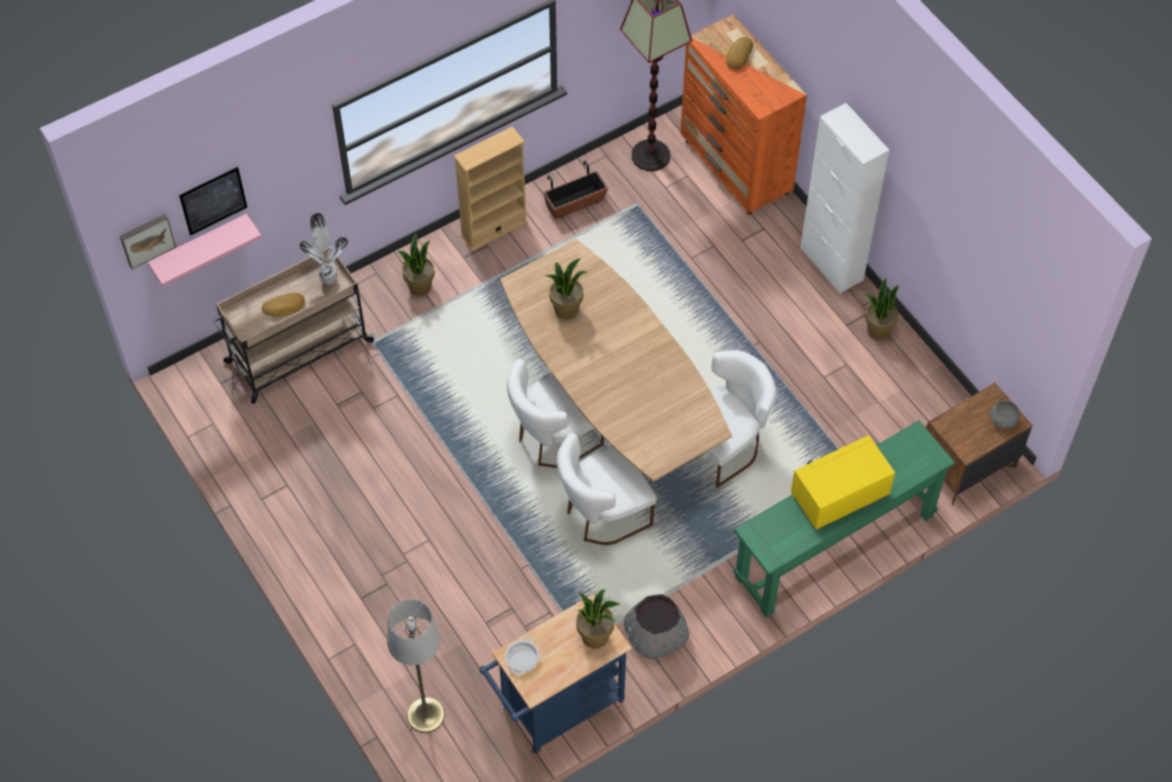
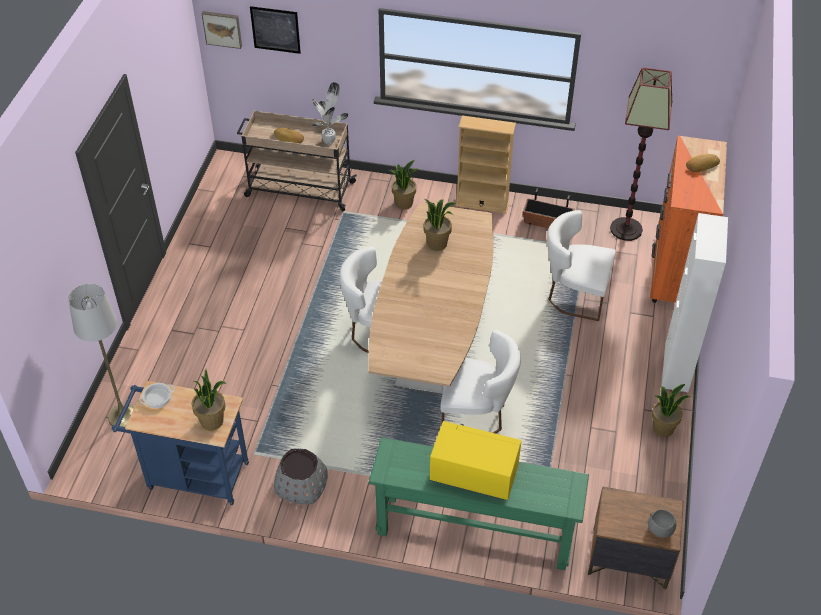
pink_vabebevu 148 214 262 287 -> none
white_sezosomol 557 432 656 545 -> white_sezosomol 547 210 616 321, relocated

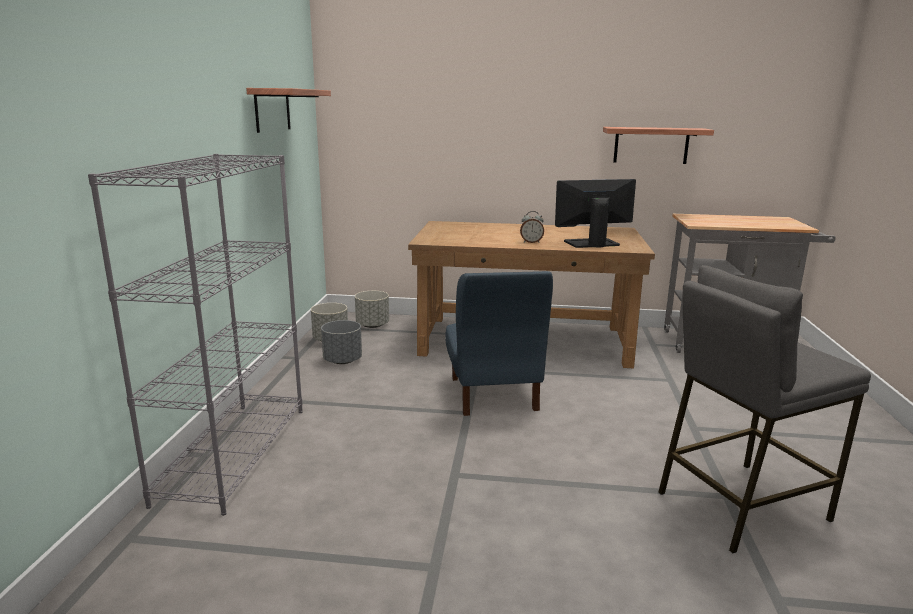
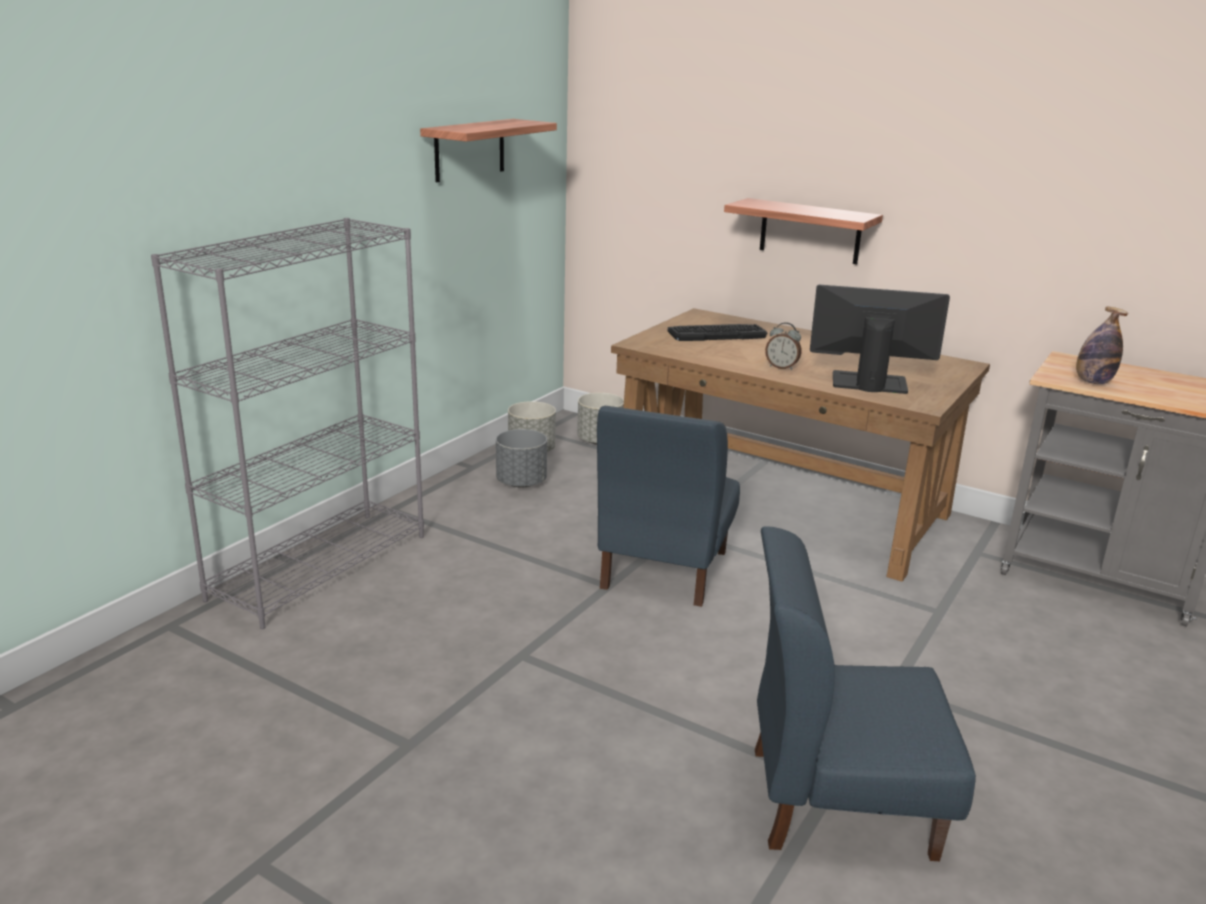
vabebevu 603 127 714 164 -> vabebevu 724 198 883 264, relocated
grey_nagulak 658 265 871 553 -> blue_sezosomol 755 526 976 861
none -> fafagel 1076 307 1128 384
none -> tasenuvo 667 324 768 341

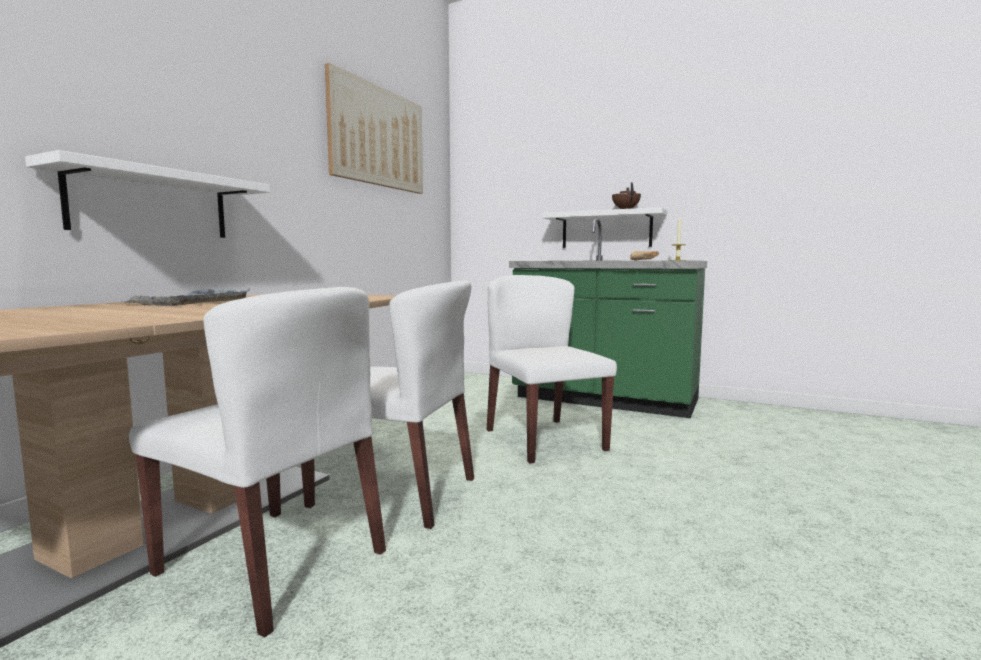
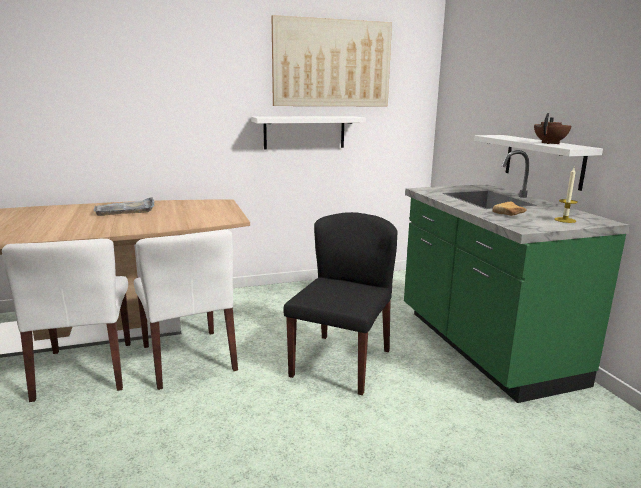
white_vabebevu 25 150 270 238 -> white_vabebevu 251 116 366 149, relocated
white_sezosomol 486 275 617 464 -> black_sezosomol 283 212 397 395

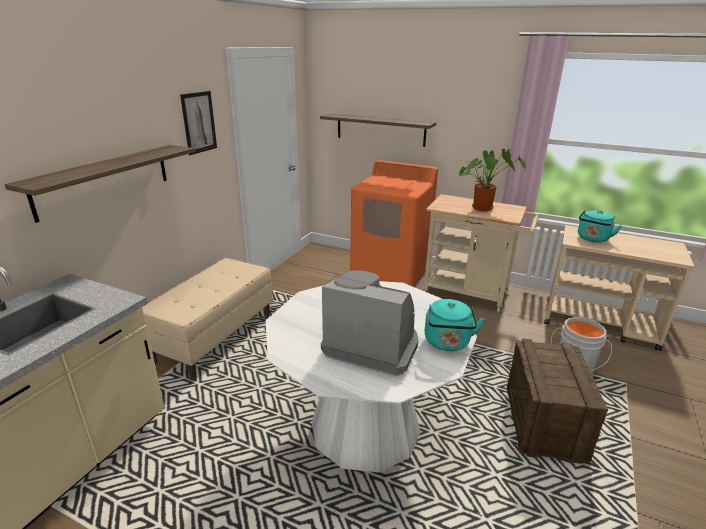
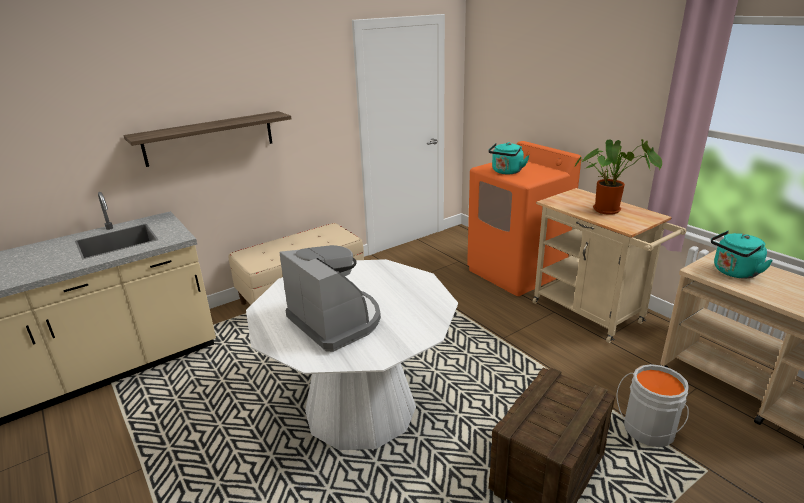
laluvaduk 180 91 217 155 -> none
vabebevu 320 113 436 147 -> none
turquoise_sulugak 424 299 484 351 -> turquoise_sulugak 488 142 529 174, relocated

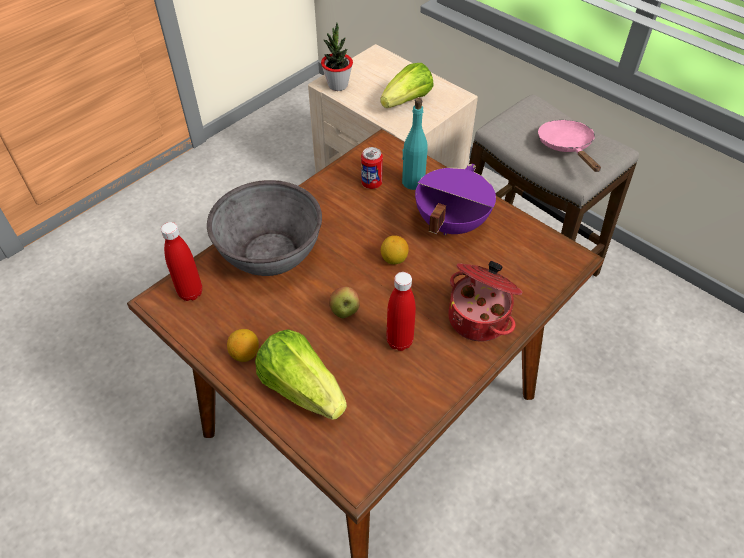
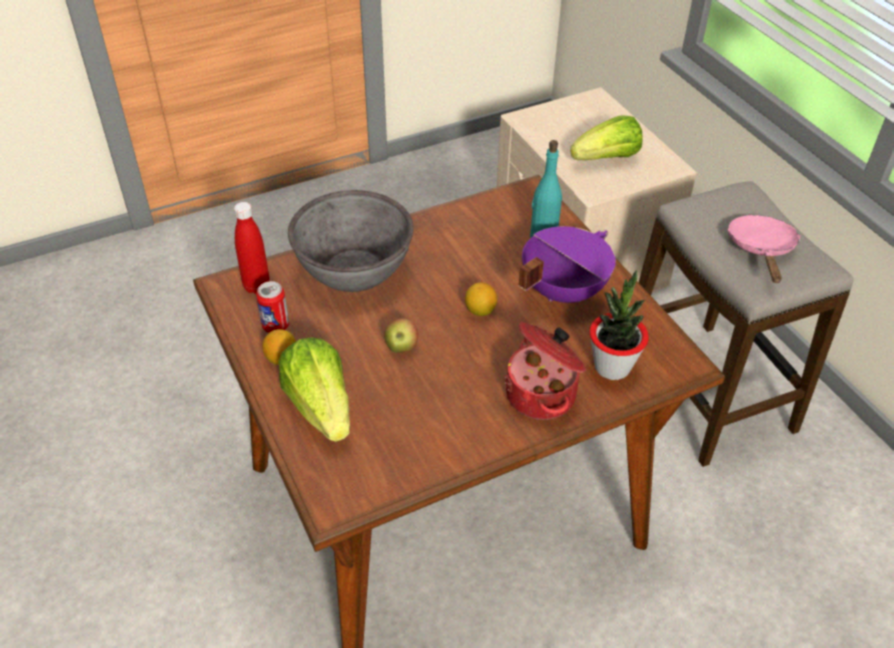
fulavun 321 23 353 91 -> fulavun 589 270 649 380, relocated
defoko 361 147 383 189 -> defoko 256 281 289 333, relocated
red_fafagel 386 272 416 351 -> none

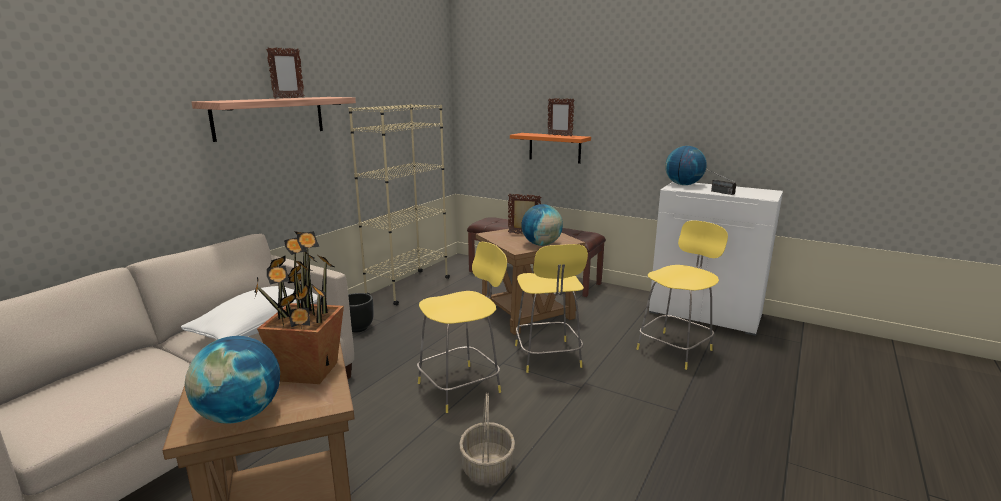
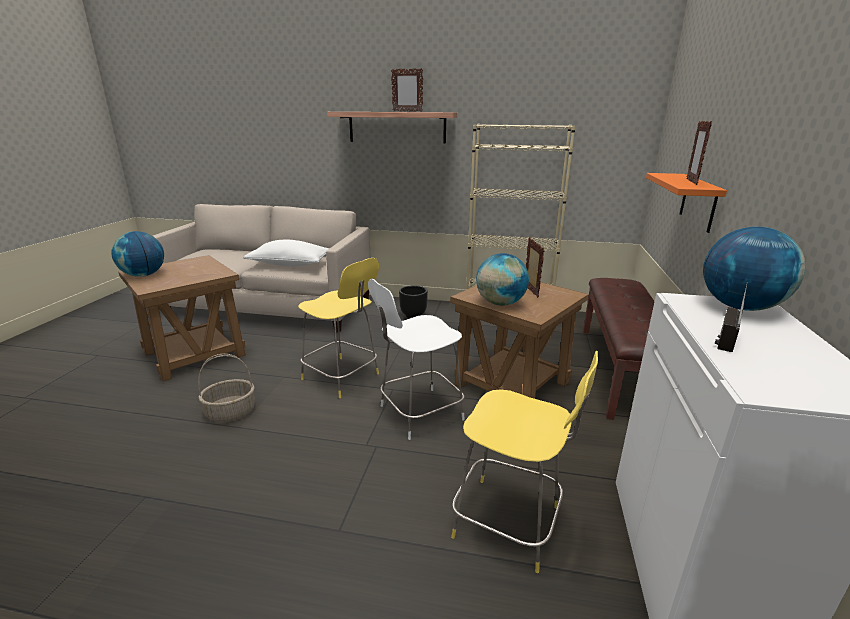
fulavun 255 231 344 384 -> none
yellow_nagulak 515 244 588 373 -> white_nagulak 368 279 465 440

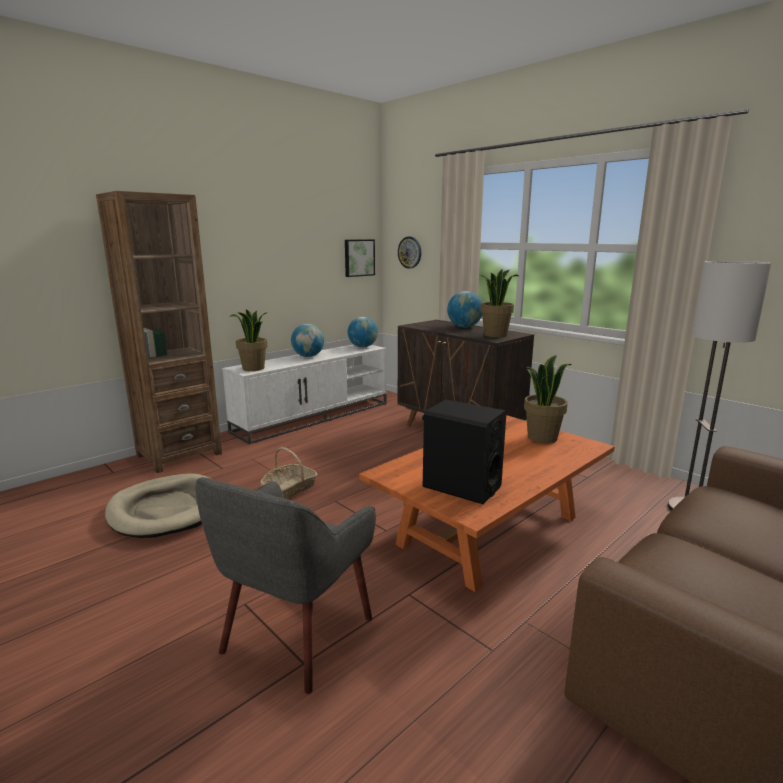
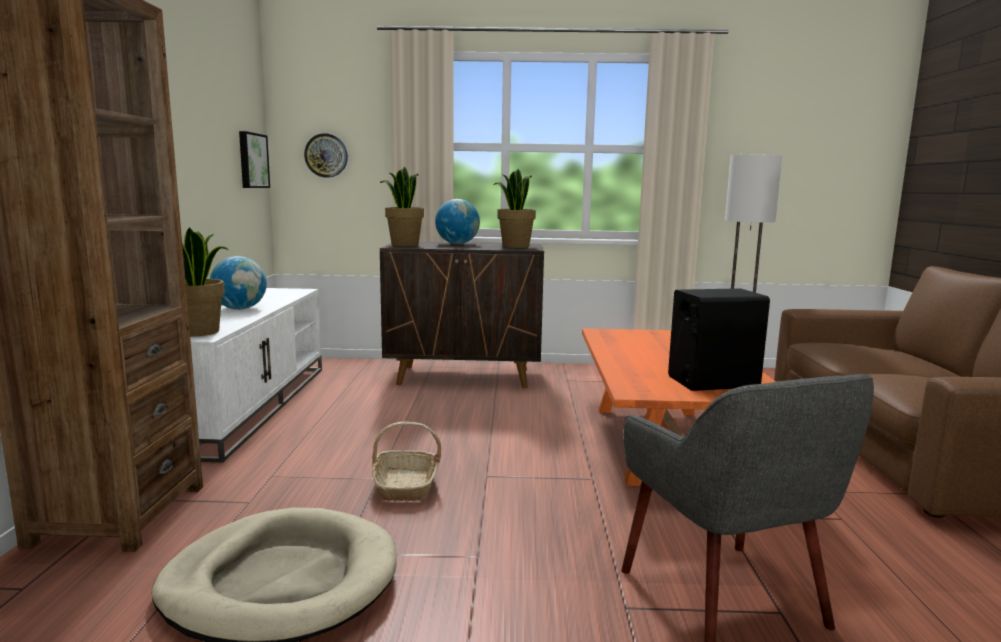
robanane 348 317 378 347 -> none
fulavun 524 355 572 443 -> fulavun 380 166 424 247, relocated

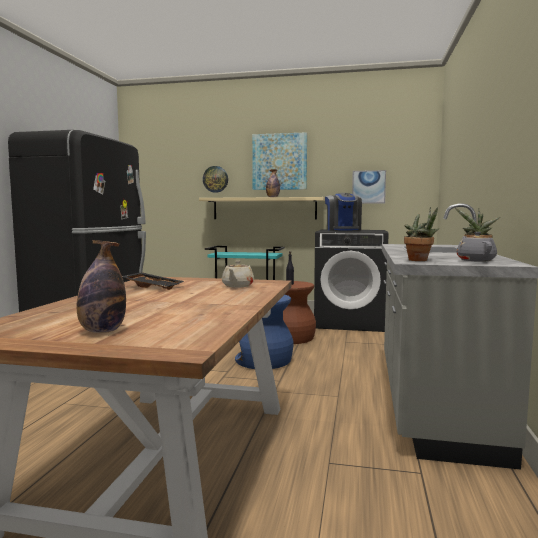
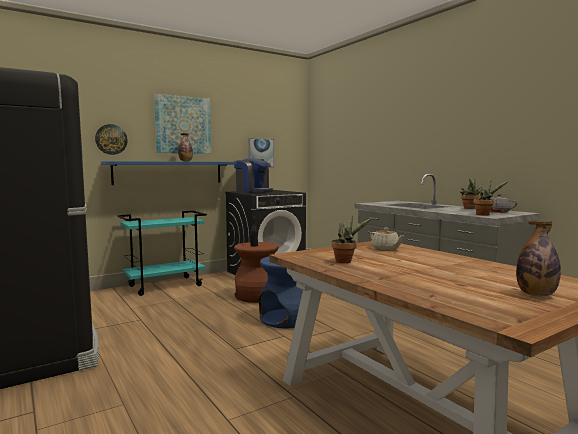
beige_vabebevu 199 197 325 220 -> blue_vabebevu 101 161 237 185
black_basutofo 122 272 184 290 -> fulavun 331 216 372 263

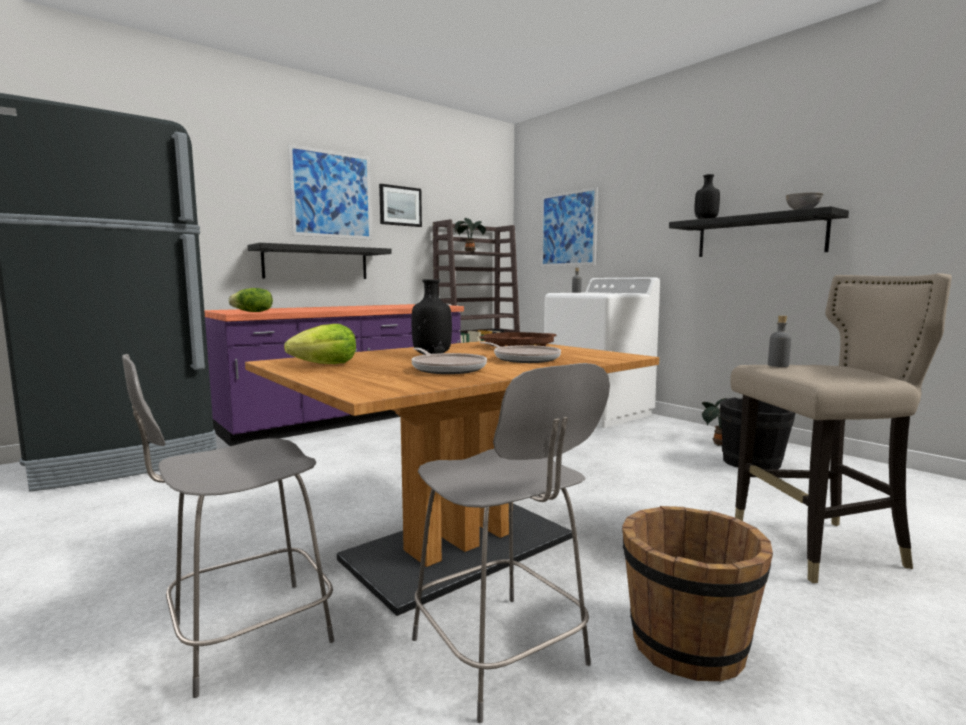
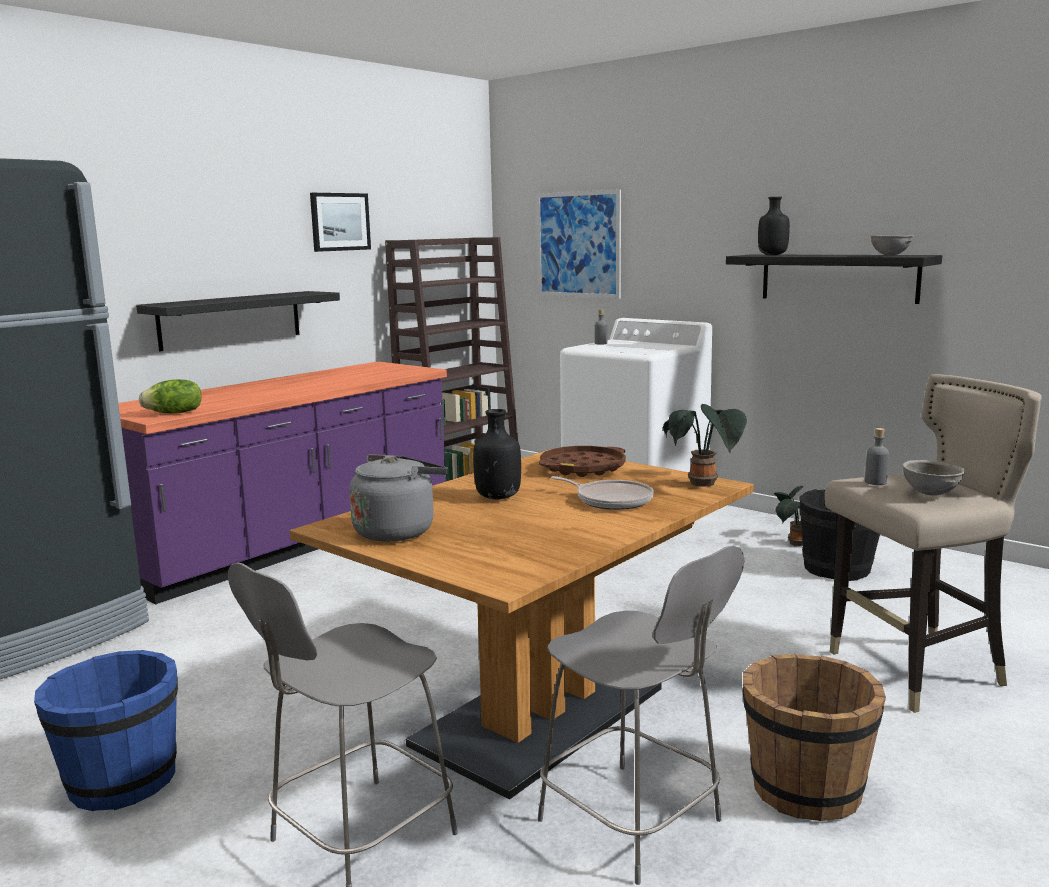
laluvaduk 288 144 372 240 -> none
fulavun 455 218 486 252 -> fulavun 663 404 747 487, relocated
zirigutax 284 324 356 364 -> grey_sulugak 349 455 448 542
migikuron 411 348 487 374 -> none
none -> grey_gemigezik 902 460 965 495
none -> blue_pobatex 34 650 178 811

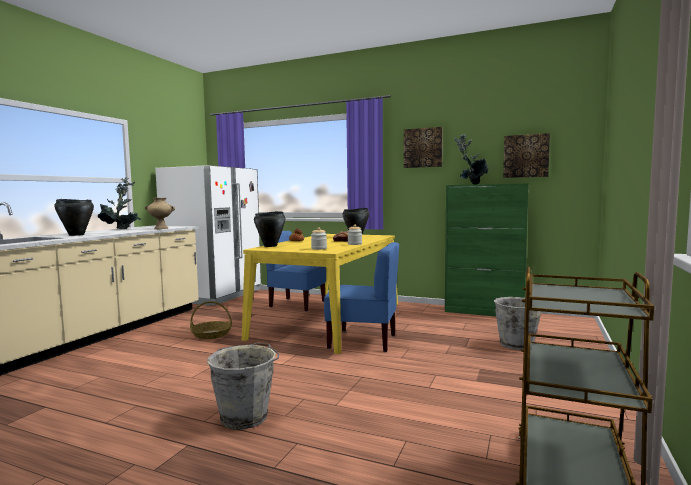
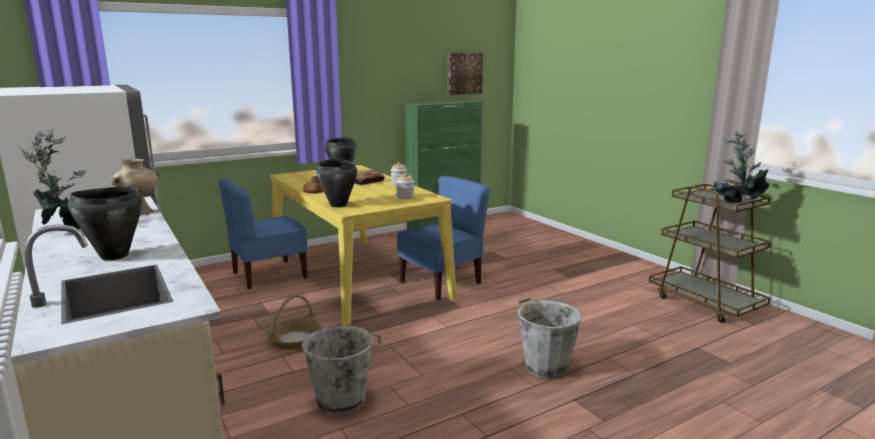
laluvaduk 404 127 443 168 -> none
fulavun 454 134 489 185 -> fulavun 710 130 769 203, relocated
grey_pobatex 494 297 541 350 -> grey_pobatex 302 324 381 415, relocated

